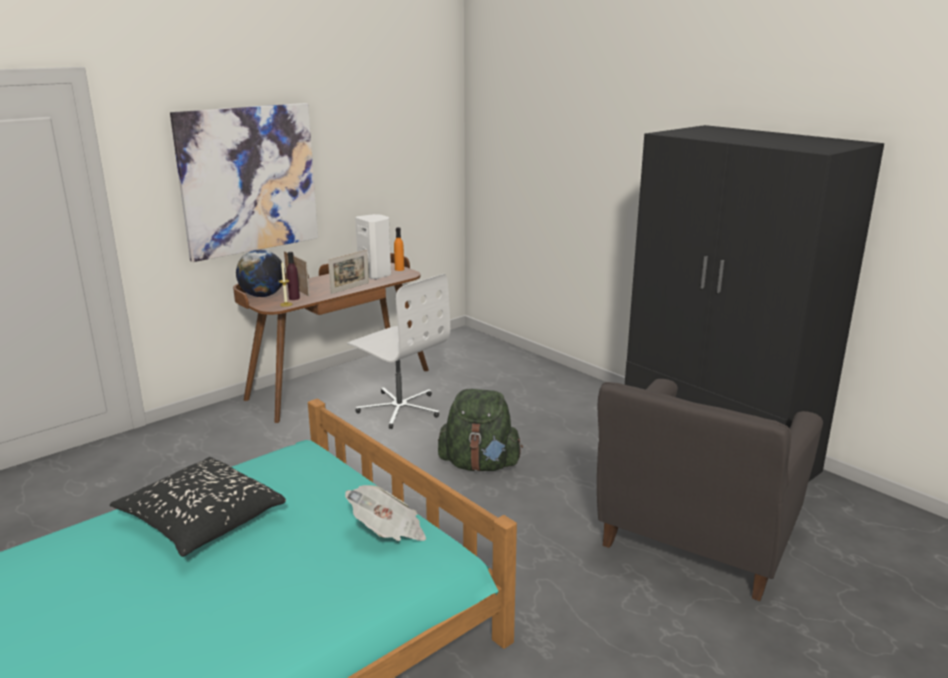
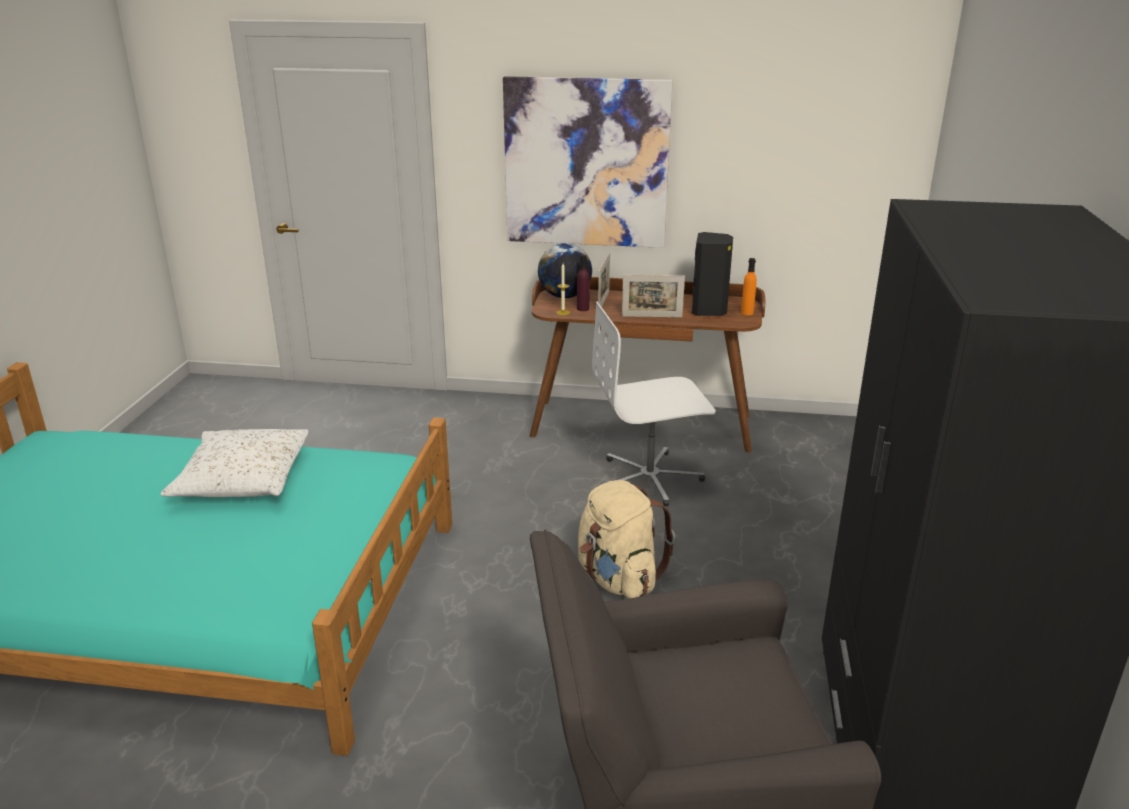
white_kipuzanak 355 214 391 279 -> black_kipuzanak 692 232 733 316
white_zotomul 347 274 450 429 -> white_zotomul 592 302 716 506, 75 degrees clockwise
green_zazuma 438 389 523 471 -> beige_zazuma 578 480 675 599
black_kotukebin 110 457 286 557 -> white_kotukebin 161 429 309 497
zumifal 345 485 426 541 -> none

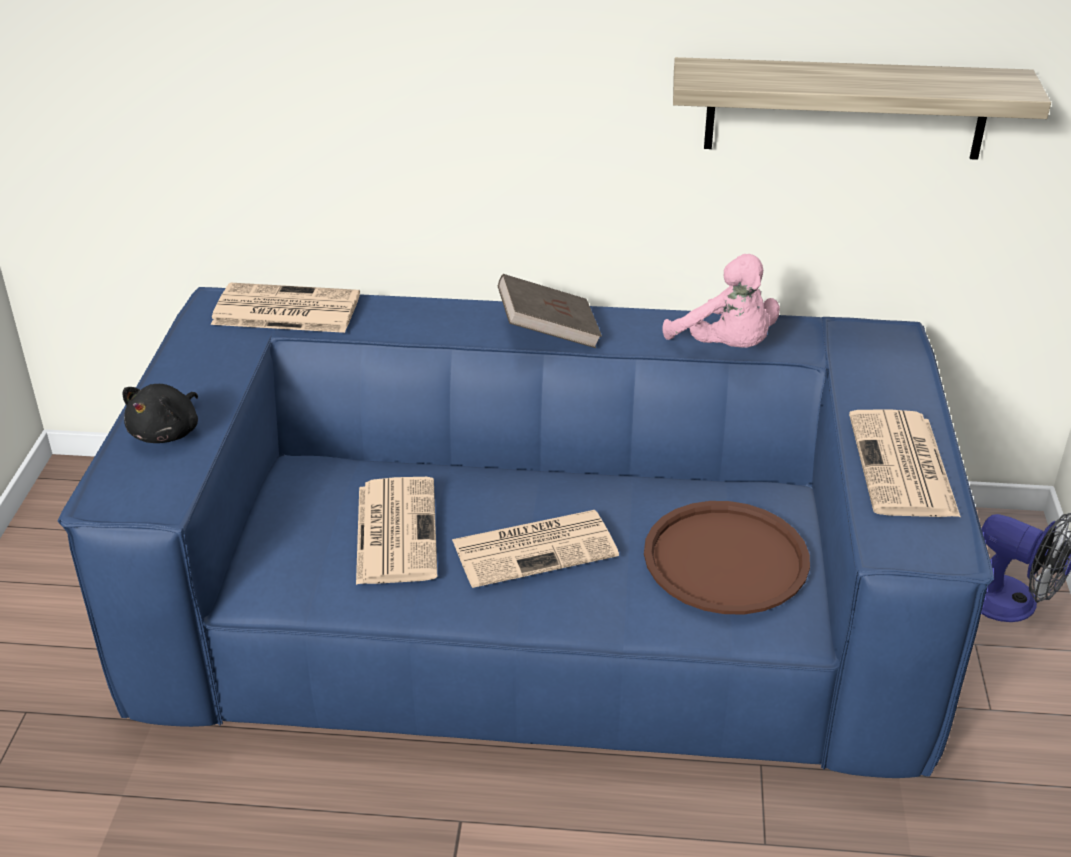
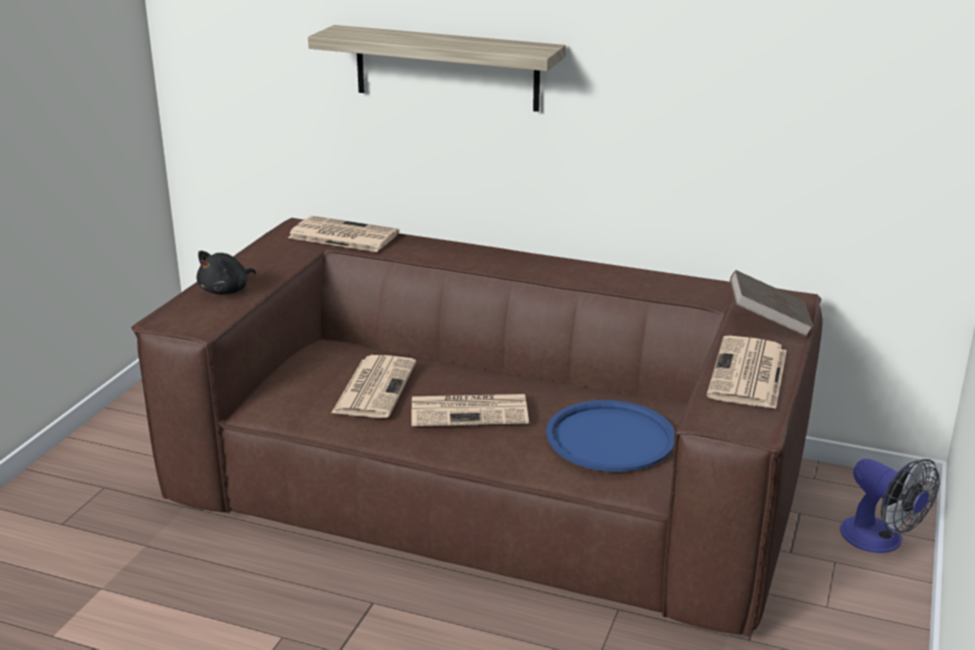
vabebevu 673 57 1051 160 -> vabebevu 308 25 566 112, relocated
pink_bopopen 663 254 780 348 -> none
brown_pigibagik 498 274 602 348 -> brown_pigibagik 730 270 813 337, relocated
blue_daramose 57 287 994 778 -> brown_daramose 131 218 823 637
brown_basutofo 644 501 810 614 -> blue_basutofo 546 400 675 472

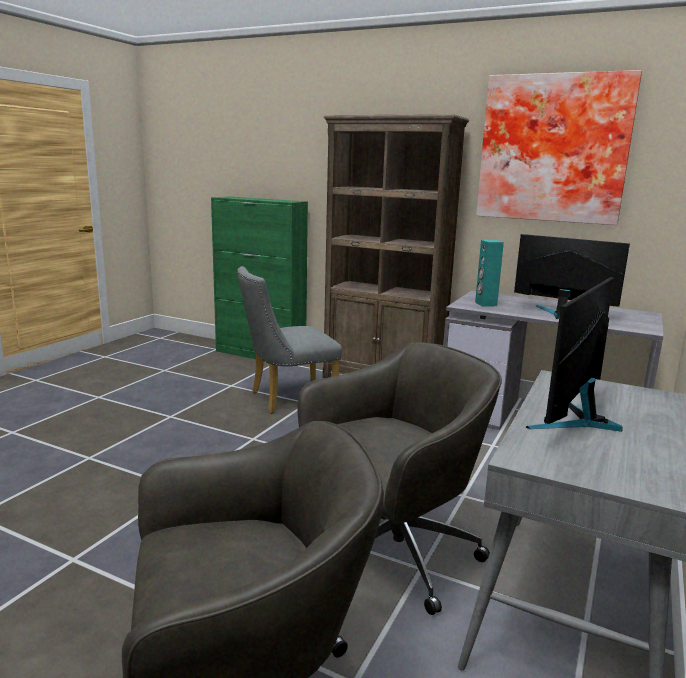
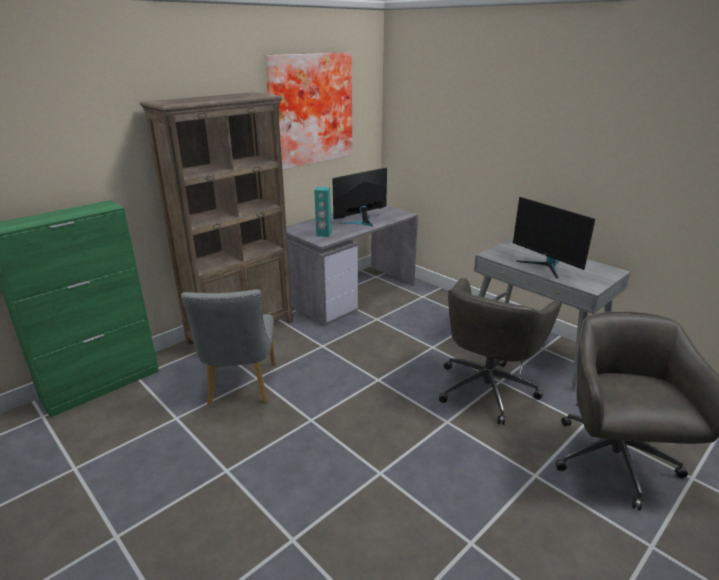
grey_zotomul 298 342 502 615 -> grey_zotomul 439 278 562 425, 135 degrees counterclockwise

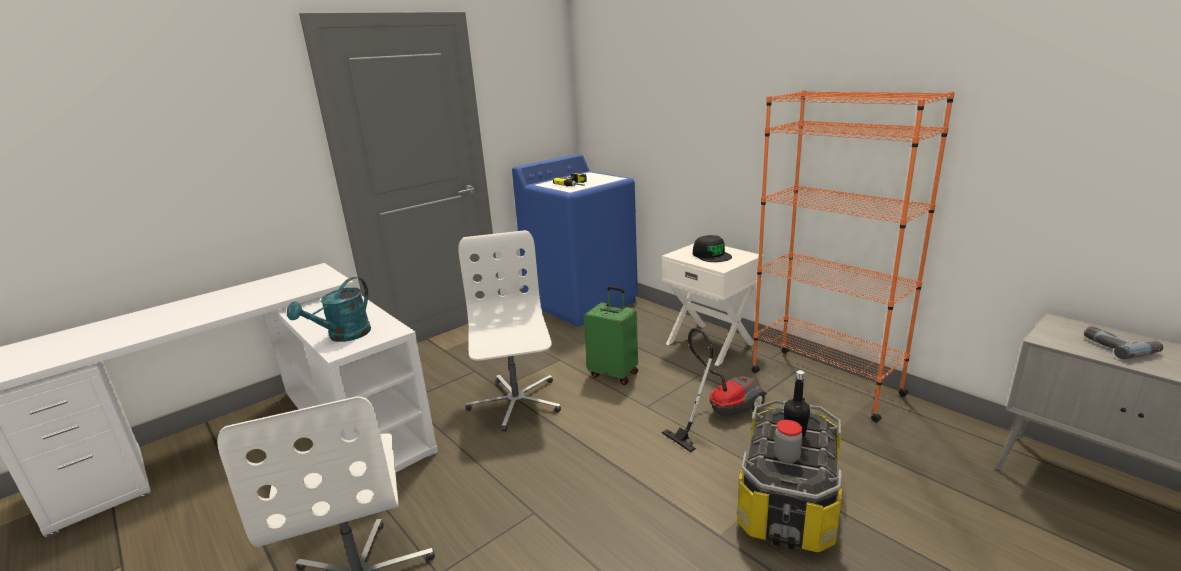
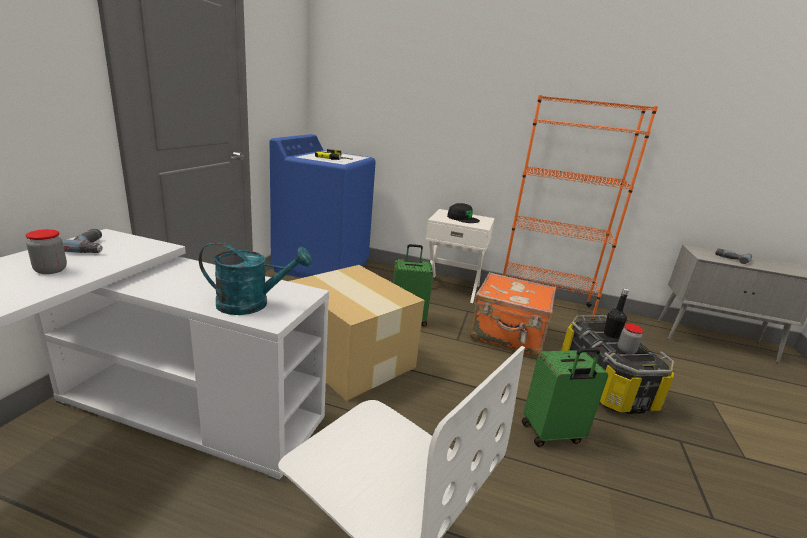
white_zotomul 458 230 561 432 -> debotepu 289 265 425 401
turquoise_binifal 287 277 371 342 -> turquoise_binifal 199 242 312 315, 90 degrees counterclockwise
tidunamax 662 328 767 452 -> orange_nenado 470 272 556 357
none -> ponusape 26 229 67 274
none -> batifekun 62 229 103 253
none -> green_nenado 522 348 608 447

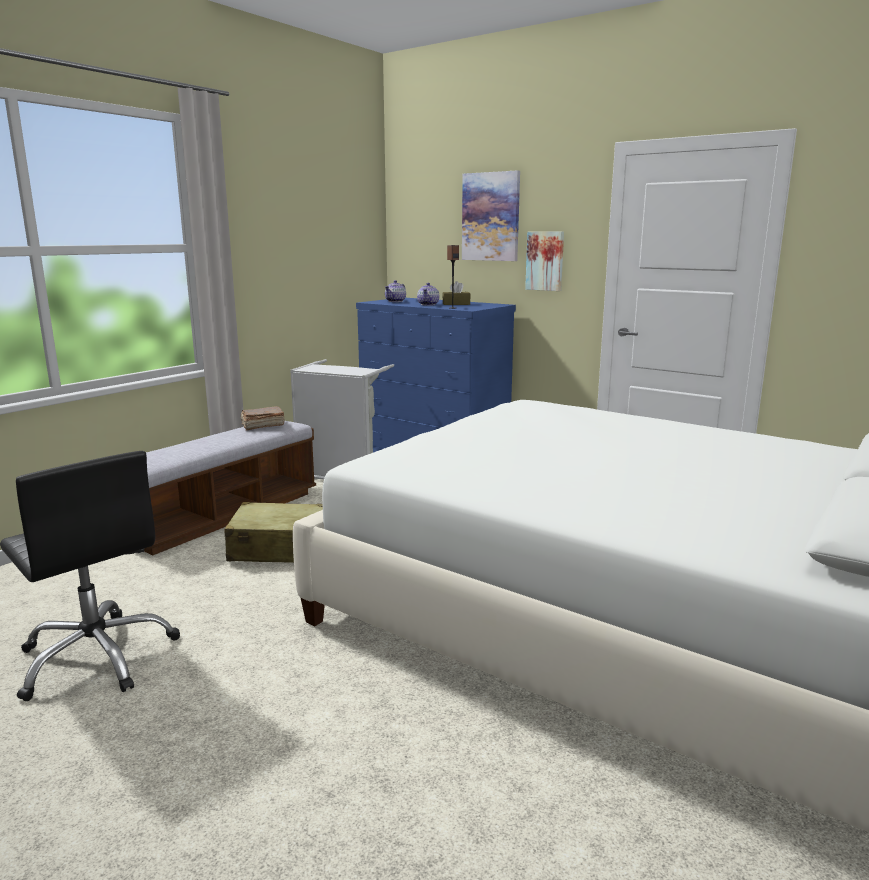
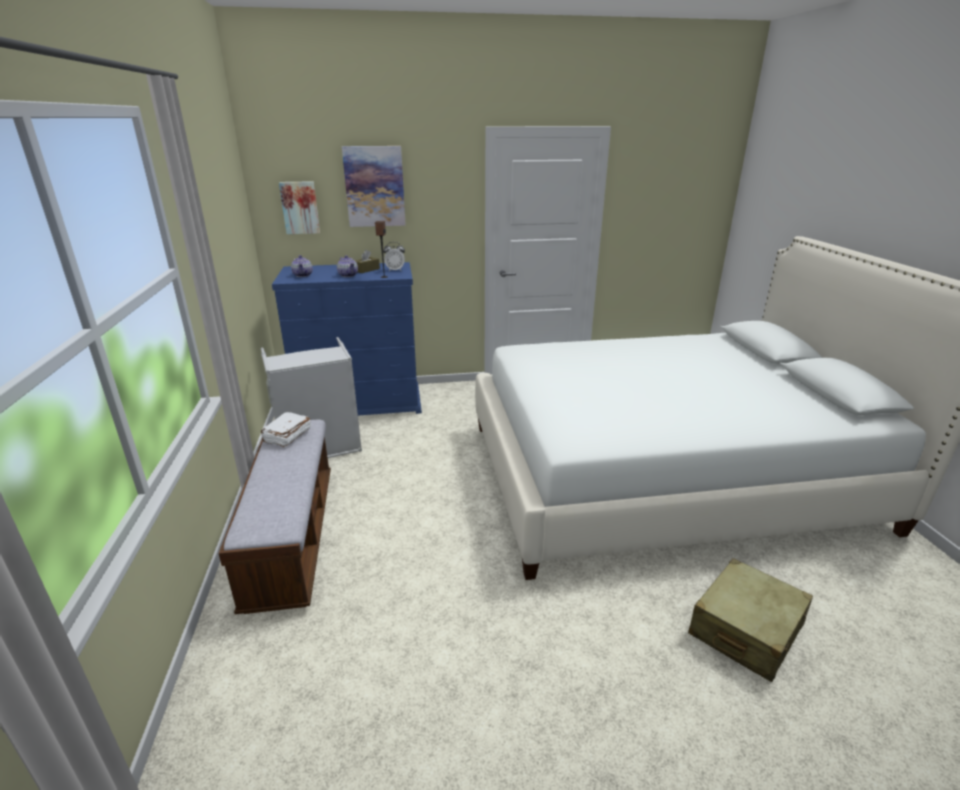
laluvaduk 525 231 564 291 -> laluvaduk 279 181 320 234, relocated
brown_pigibagik 241 406 285 430 -> white_pigibagik 261 412 311 448
black_zotomul 0 451 180 701 -> none
beige_nenado 225 502 323 562 -> beige_nenado 688 558 813 682, relocated
none -> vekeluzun 383 242 405 272

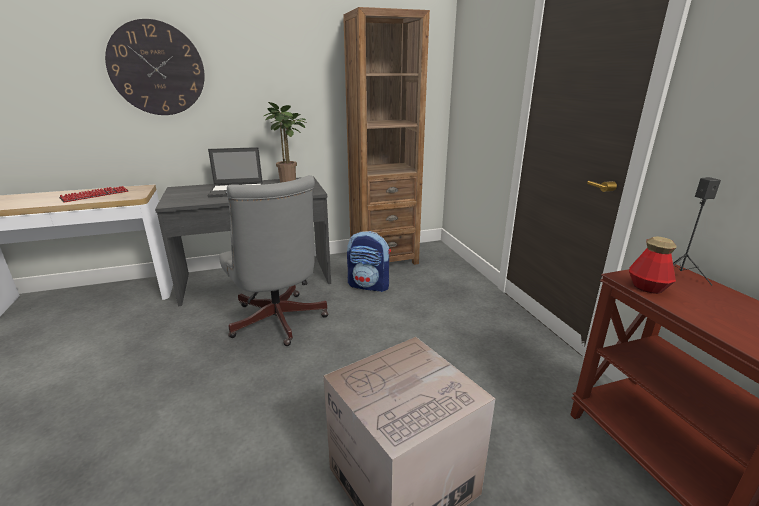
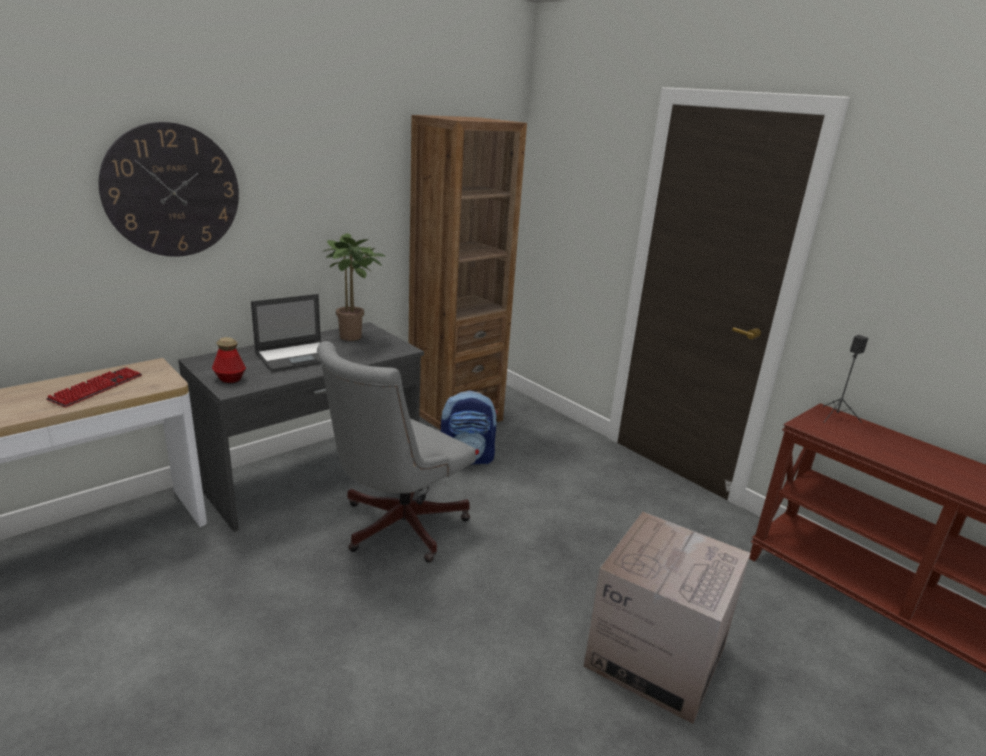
grey_zotomul 219 175 328 346 -> grey_zotomul 317 341 476 563, 90 degrees clockwise
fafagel 629 236 677 294 -> fafagel 212 337 246 383, relocated

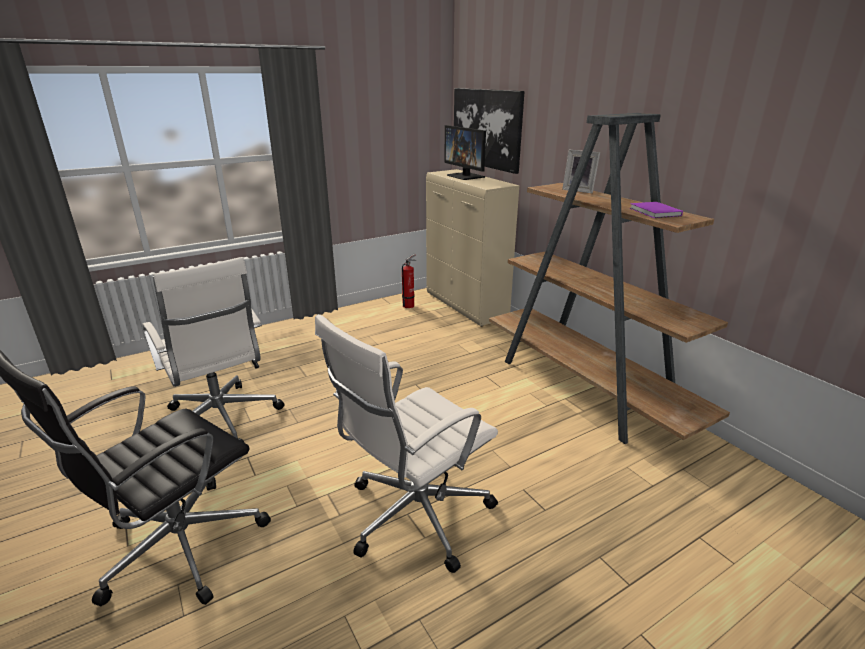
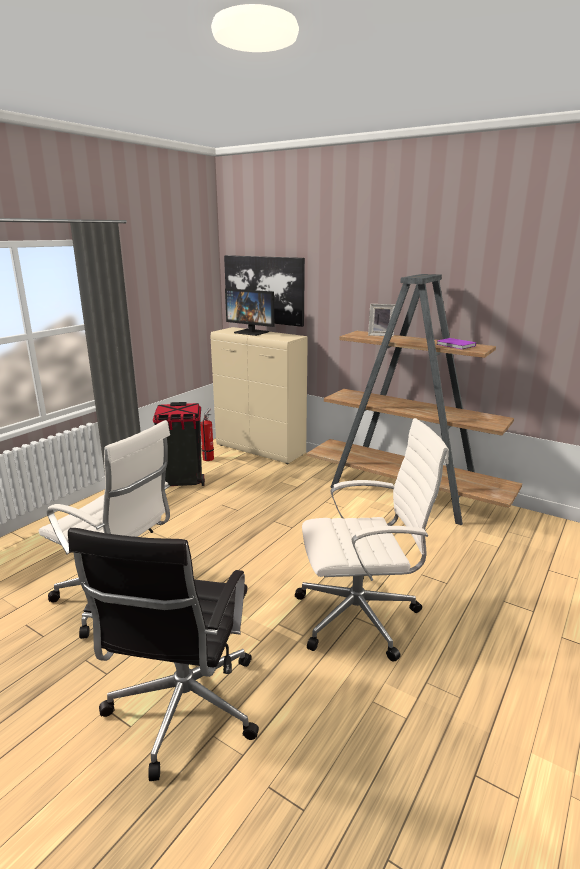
white_zotomul 315 314 498 573 -> white_zotomul 295 418 449 662, 120 degrees counterclockwise
none -> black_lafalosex 153 402 205 486

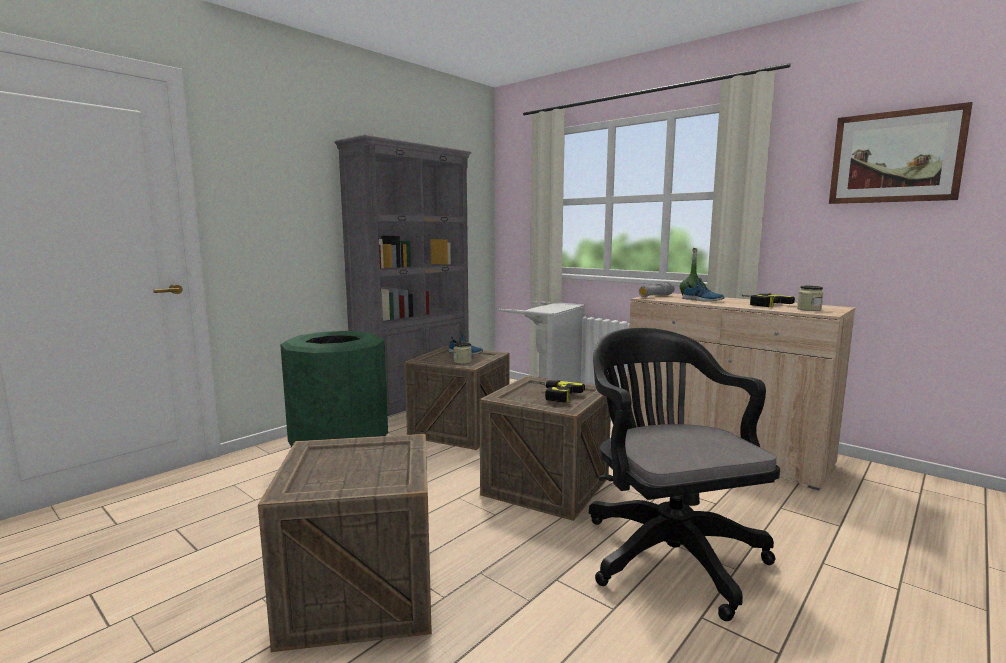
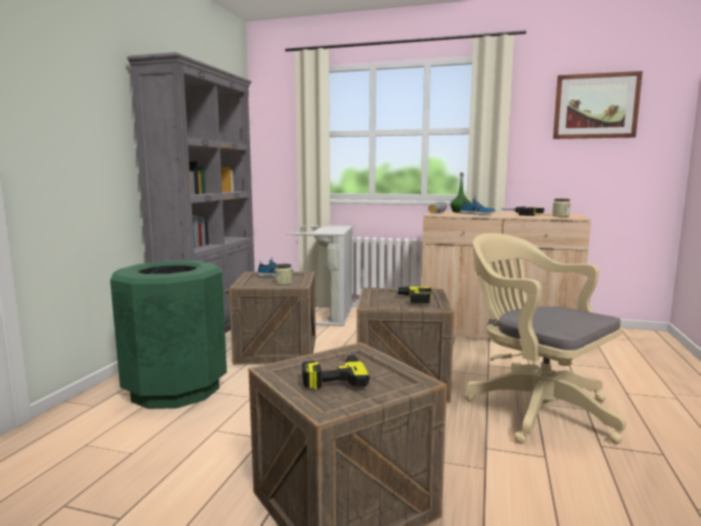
black_zotomul 588 328 780 621 -> beige_zotomul 465 233 626 444
none -> batifekun 302 349 369 389

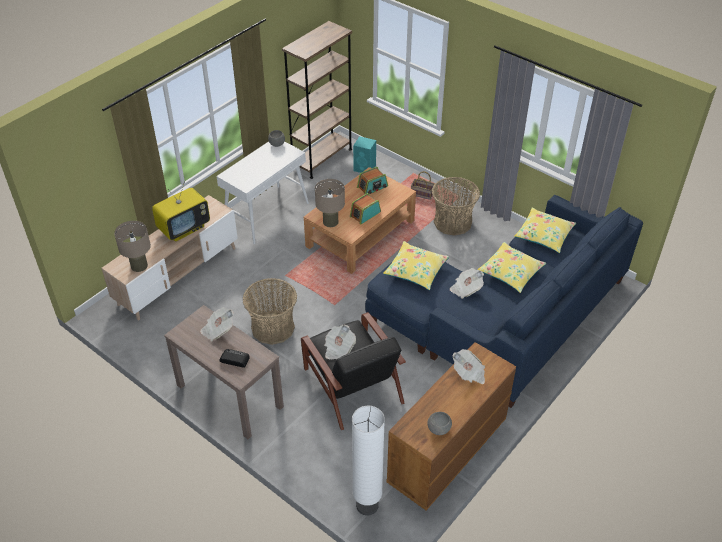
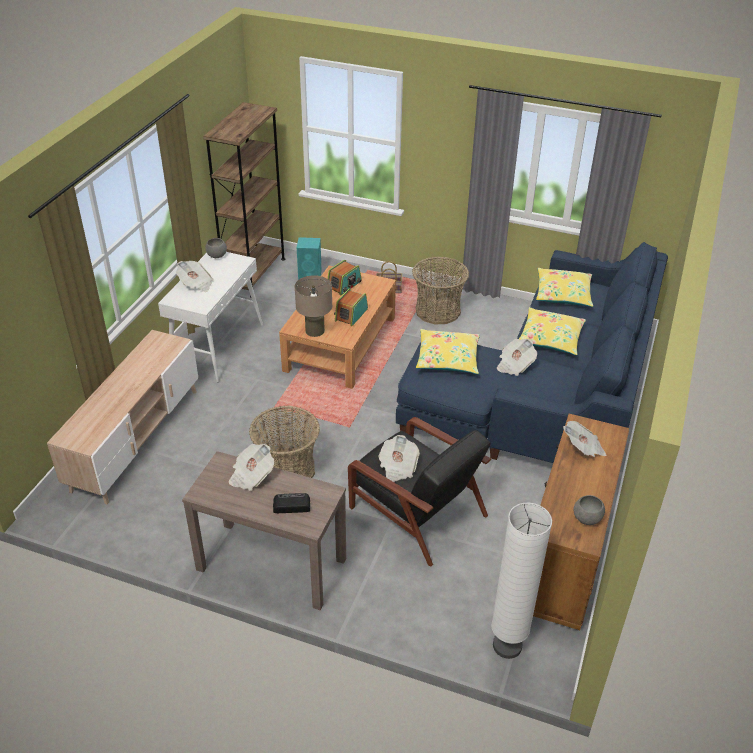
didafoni 152 181 210 242 -> none
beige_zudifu 114 221 151 272 -> none
none -> zumifal 176 261 213 292

